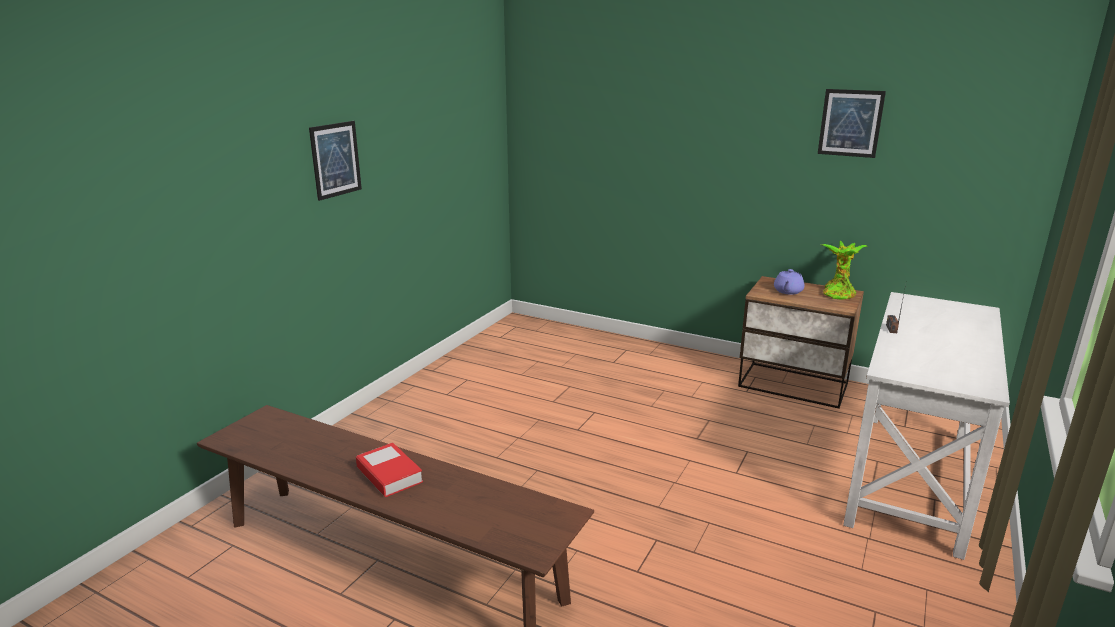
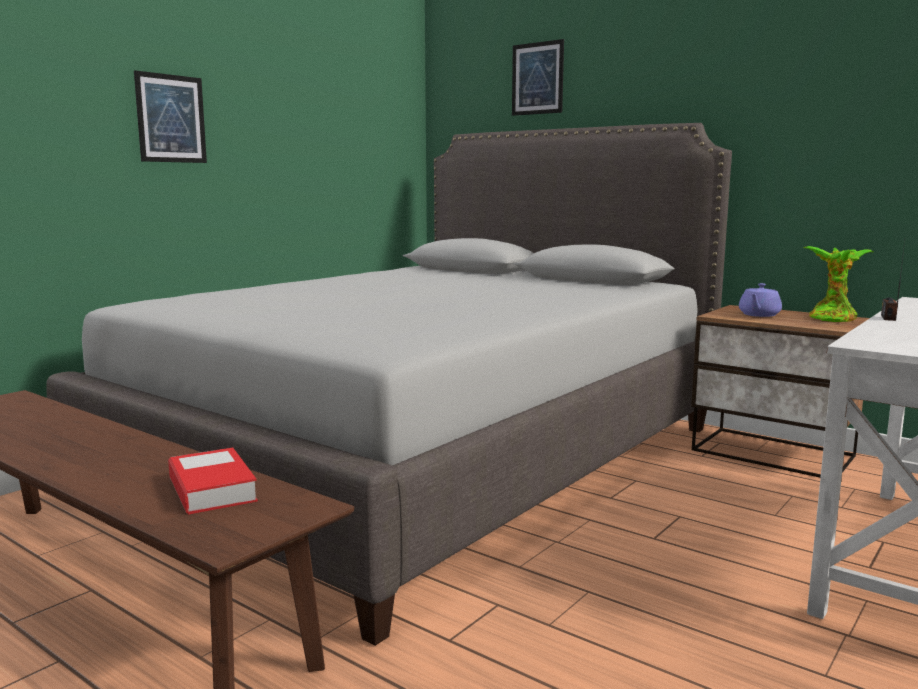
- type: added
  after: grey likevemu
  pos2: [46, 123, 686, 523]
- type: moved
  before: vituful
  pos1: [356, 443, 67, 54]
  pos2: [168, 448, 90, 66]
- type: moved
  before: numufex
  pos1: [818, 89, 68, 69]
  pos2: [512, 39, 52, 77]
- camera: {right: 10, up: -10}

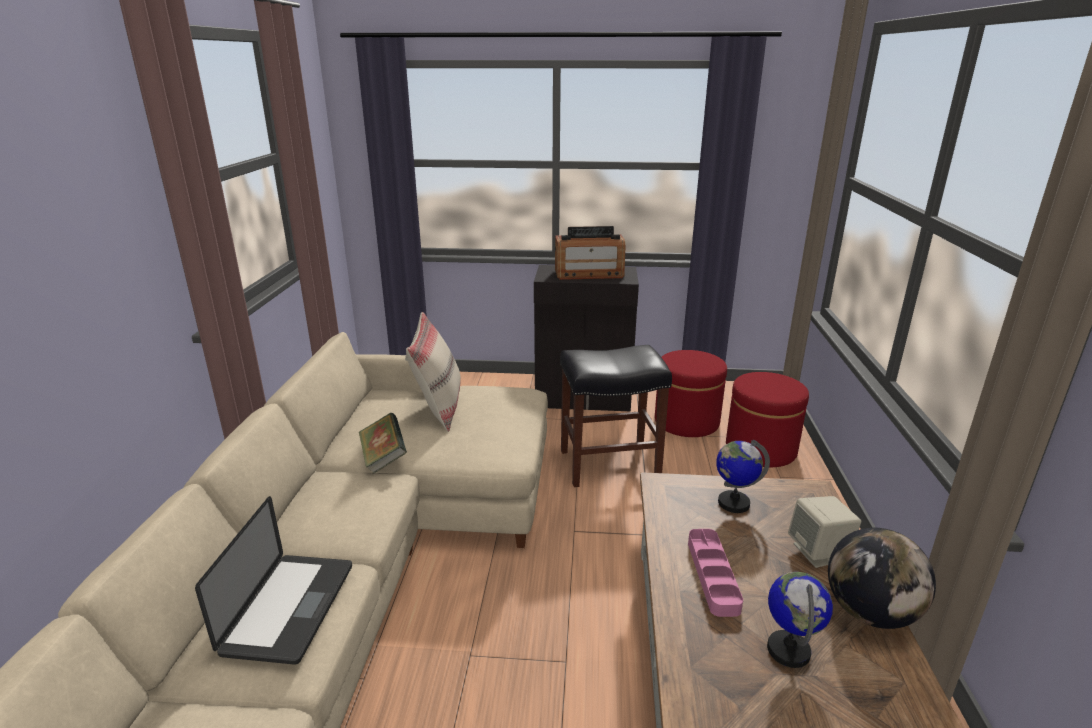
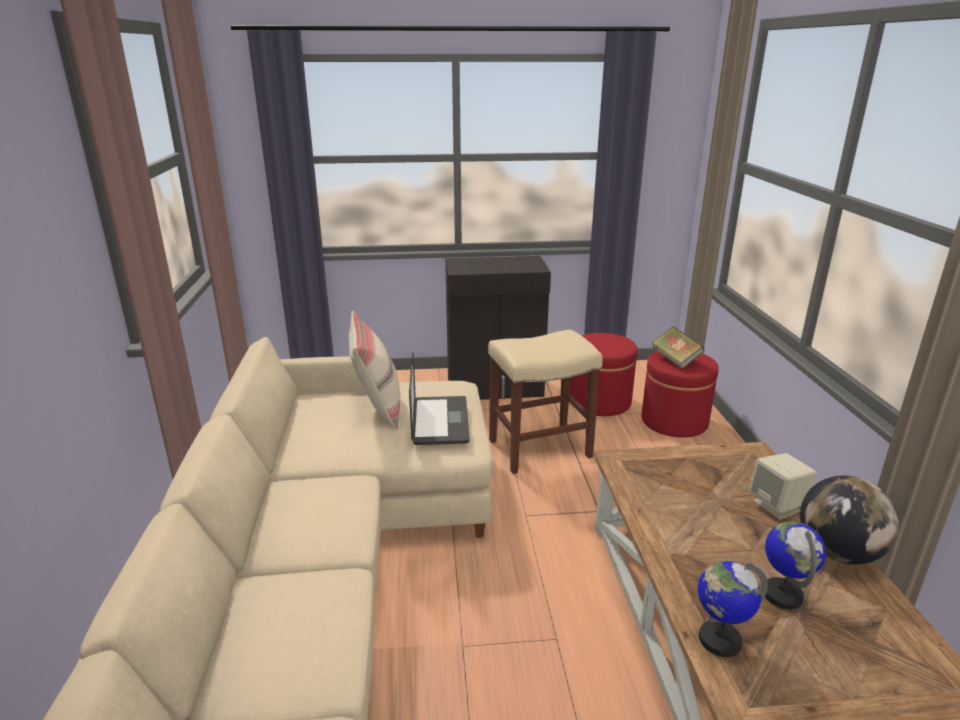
- type: moved
  before: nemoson
  pos1: [195, 496, 157, 169]
  pos2: [409, 352, 61, 93]
- type: recoloured
  before: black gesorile
  after: beige gesorile
  pos1: [560, 345, 112, 142]
  pos2: [488, 329, 115, 145]
- type: moved
  before: vituful
  pos1: [358, 413, 49, 61]
  pos2: [652, 326, 53, 43]
- type: moved
  before: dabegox
  pos1: [716, 440, 54, 73]
  pos2: [698, 561, 70, 96]
- type: removed
  before: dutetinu
  pos1: [555, 226, 71, 54]
- type: removed
  before: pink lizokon
  pos1: [688, 529, 55, 88]
- camera: {right: -10, up: 0}

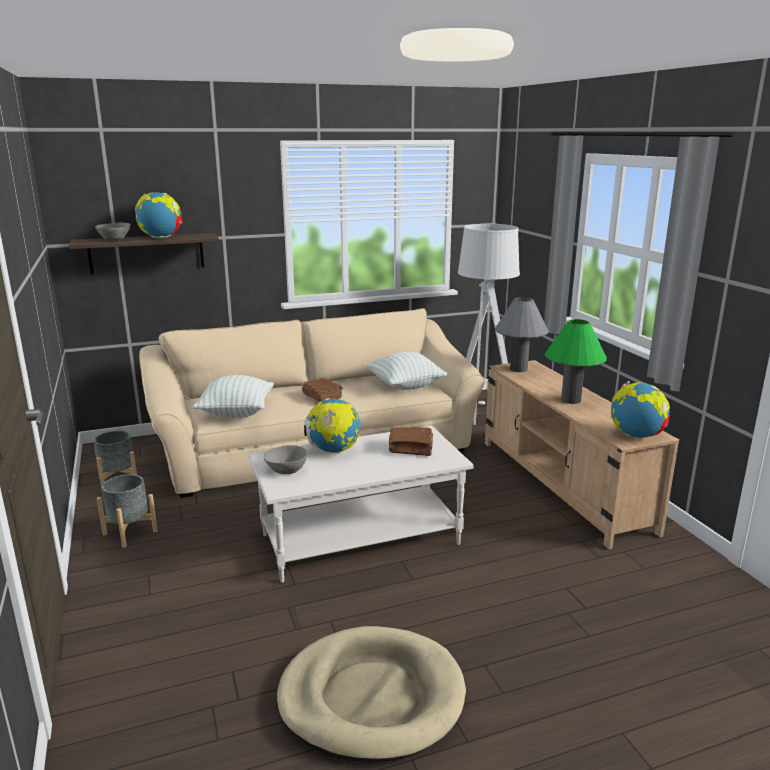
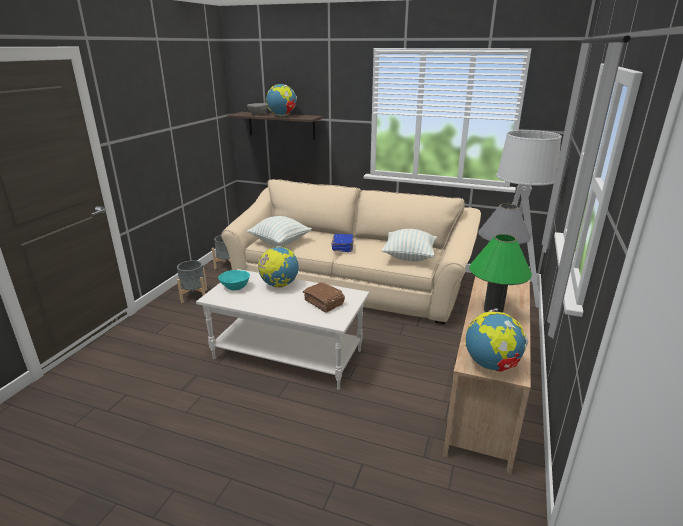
- type: recoloured
  before: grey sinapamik
  after: turquoise sinapamik
  pos1: [264, 445, 44, 29]
  pos2: [218, 270, 32, 21]
- type: recoloured
  before: brown vituful
  after: blue vituful
  pos1: [302, 378, 41, 24]
  pos2: [332, 234, 22, 18]
- type: removed
  before: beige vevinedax
  pos1: [277, 626, 189, 137]
- camera: {right: 40, up: 5}

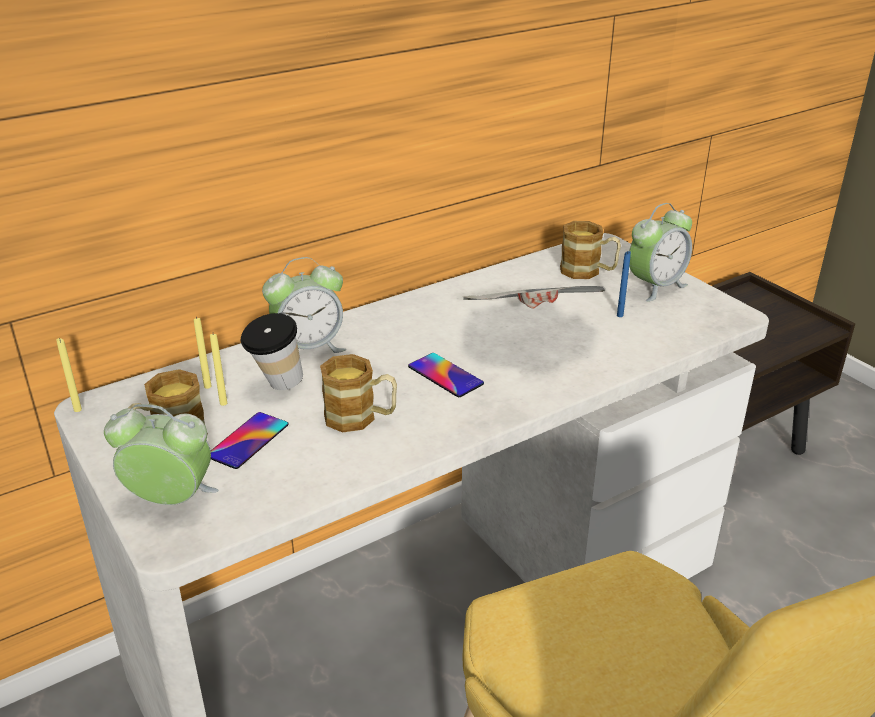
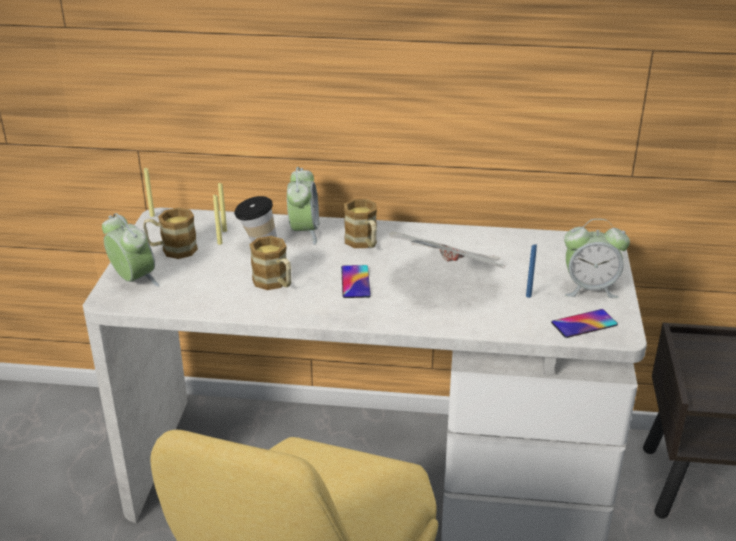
- type: turned
  before: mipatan
  pos1: [262, 257, 84, 96]
  pos2: [287, 167, 33, 78]
  turn: -105
- type: moved
  before: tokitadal
  pos1: [560, 221, 61, 58]
  pos2: [344, 199, 33, 49]
- type: moved
  before: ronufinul
  pos1: [211, 412, 77, 57]
  pos2: [551, 309, 67, 29]
- camera: {right: 40, up: 0}

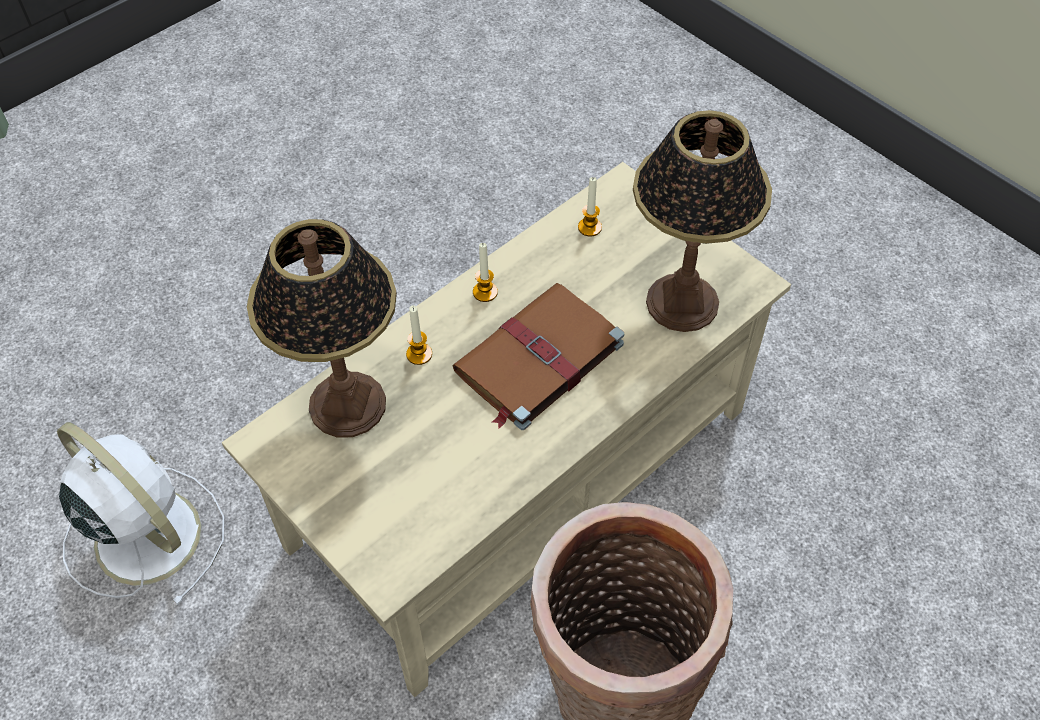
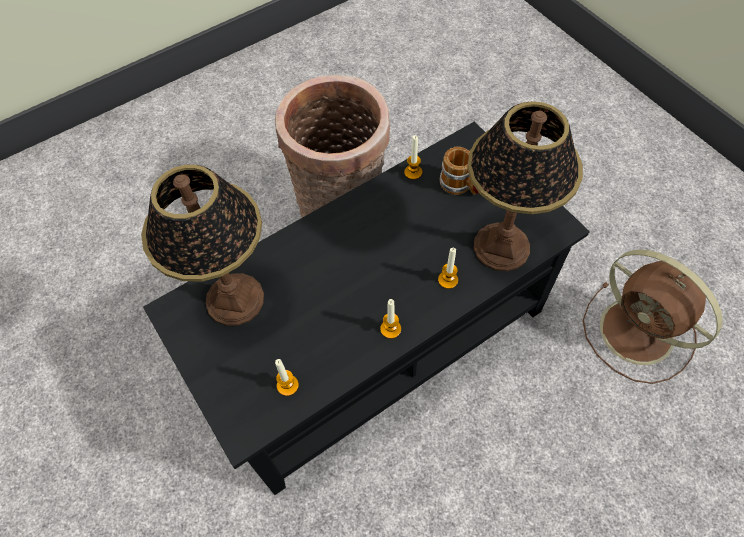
- type: recoloured
  before: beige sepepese
  after: black sepepese
  pos1: [222, 162, 569, 535]
  pos2: [143, 122, 447, 373]
- type: added
  after: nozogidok
  pos2: [404, 135, 18, 45]
- type: added
  after: tokitadal
  pos2: [440, 147, 39, 48]
- type: recoloured
  before: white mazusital
  after: brown mazusital
  pos1: [57, 422, 167, 184]
  pos2: [583, 250, 140, 134]
- type: removed
  before: brown vituful
  pos1: [453, 283, 171, 147]
- camera: {right: -170, up: 5}

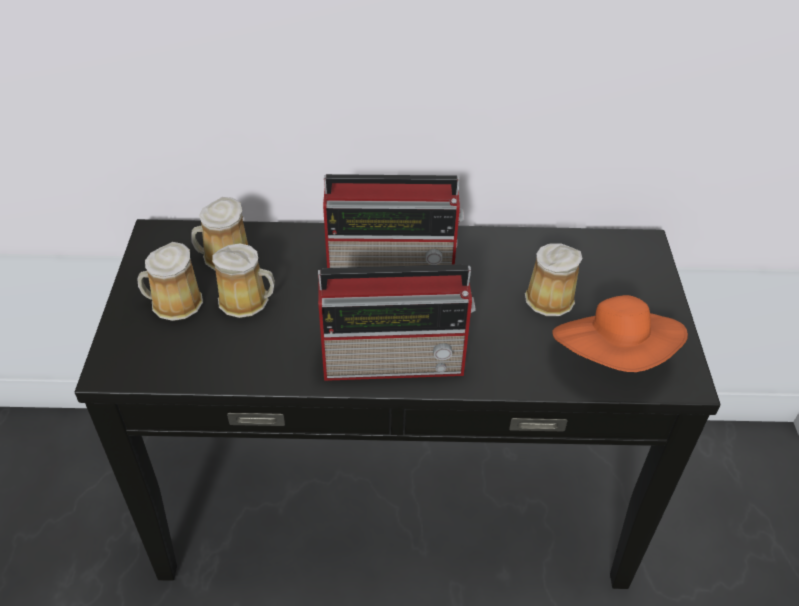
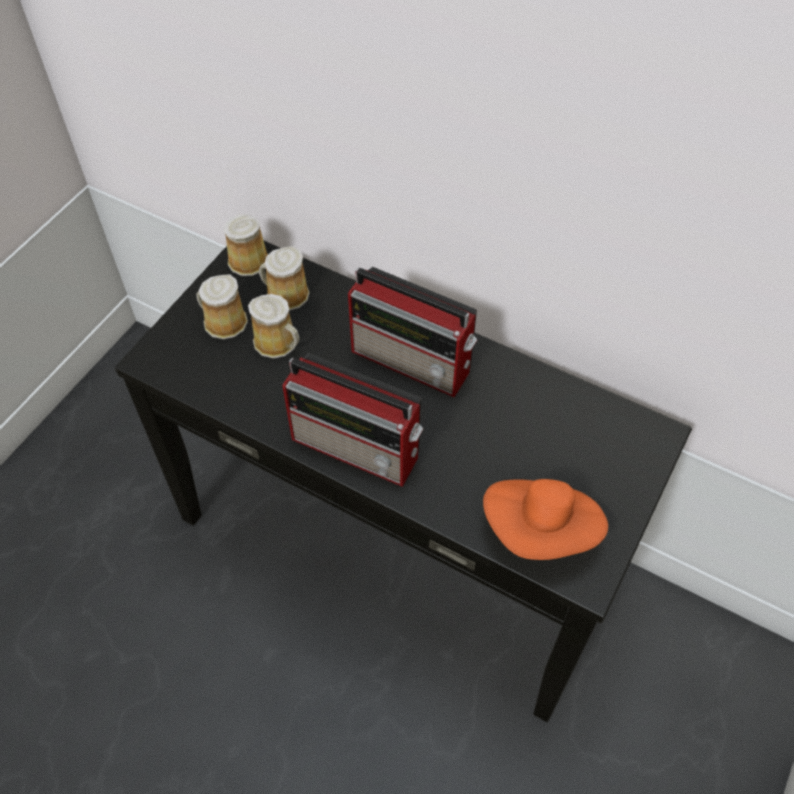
- type: moved
  before: tokitadal
  pos1: [525, 243, 58, 73]
  pos2: [224, 215, 44, 61]
- camera: {right: 30, up: 10}

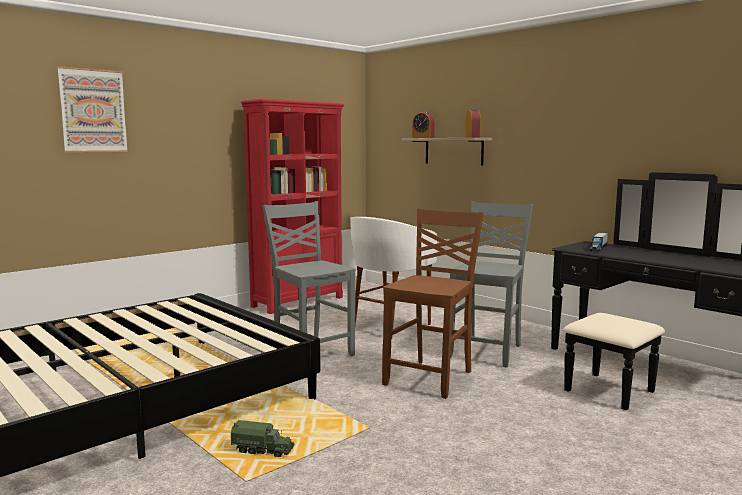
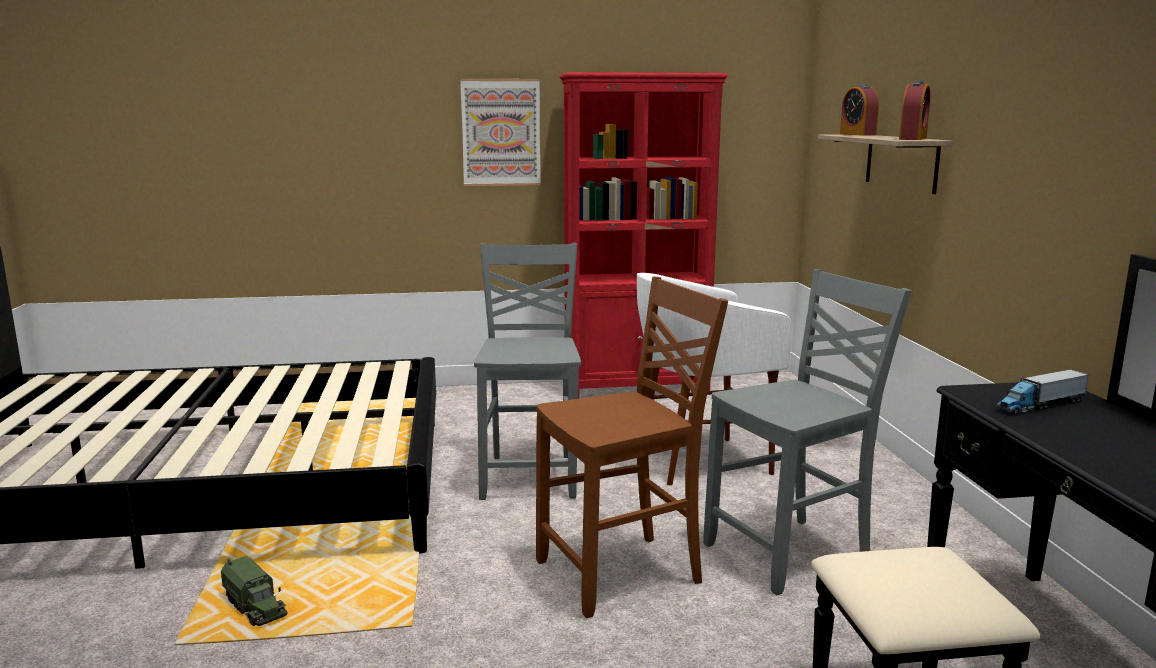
- type: moved
  before: numufex
  pos1: [57, 66, 71, 87]
  pos2: [460, 79, 81, 107]
- camera: {right: 35, up: 5}

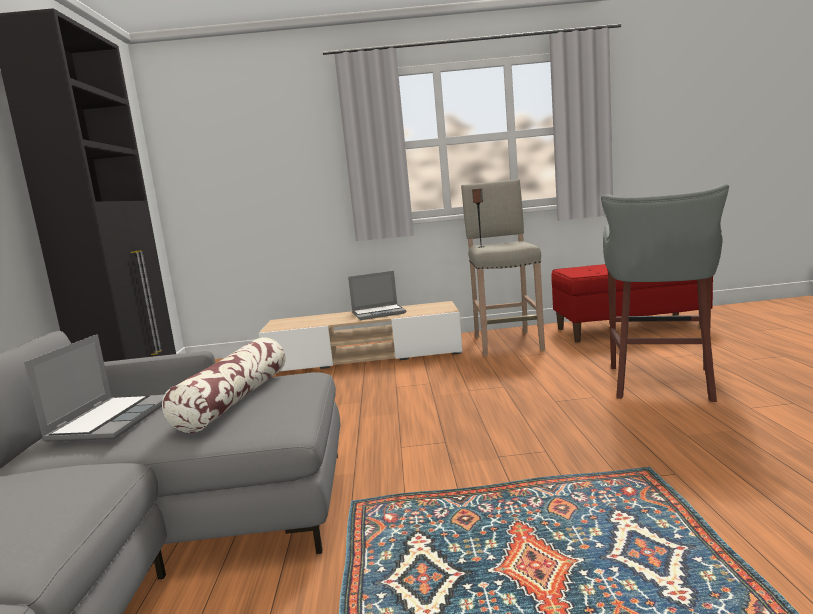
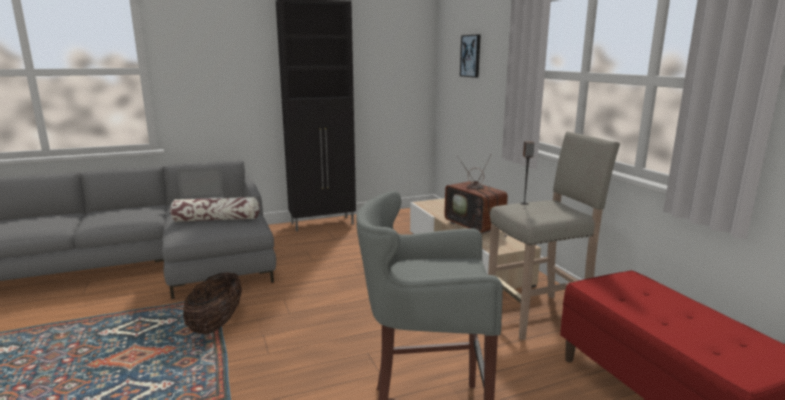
- type: added
  after: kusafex
  pos2: [183, 272, 59, 62]
- type: replaced
  before: nemoson
  after: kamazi
  pos1: [348, 271, 58, 49]
  pos2: [444, 154, 64, 83]
- type: added
  after: numufex
  pos2: [460, 34, 21, 44]
- camera: {right: 70, up: 5}

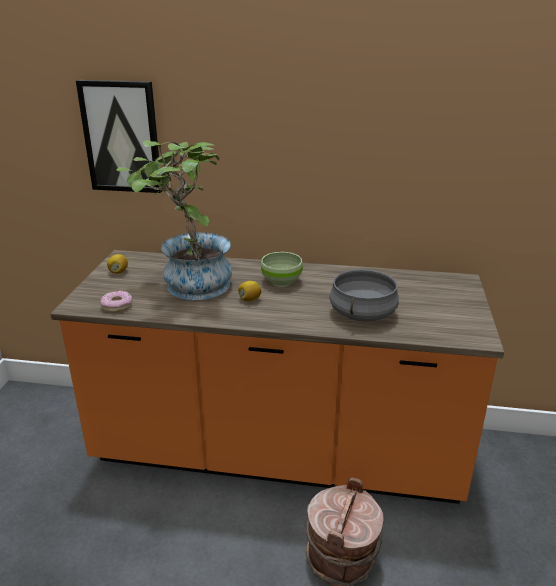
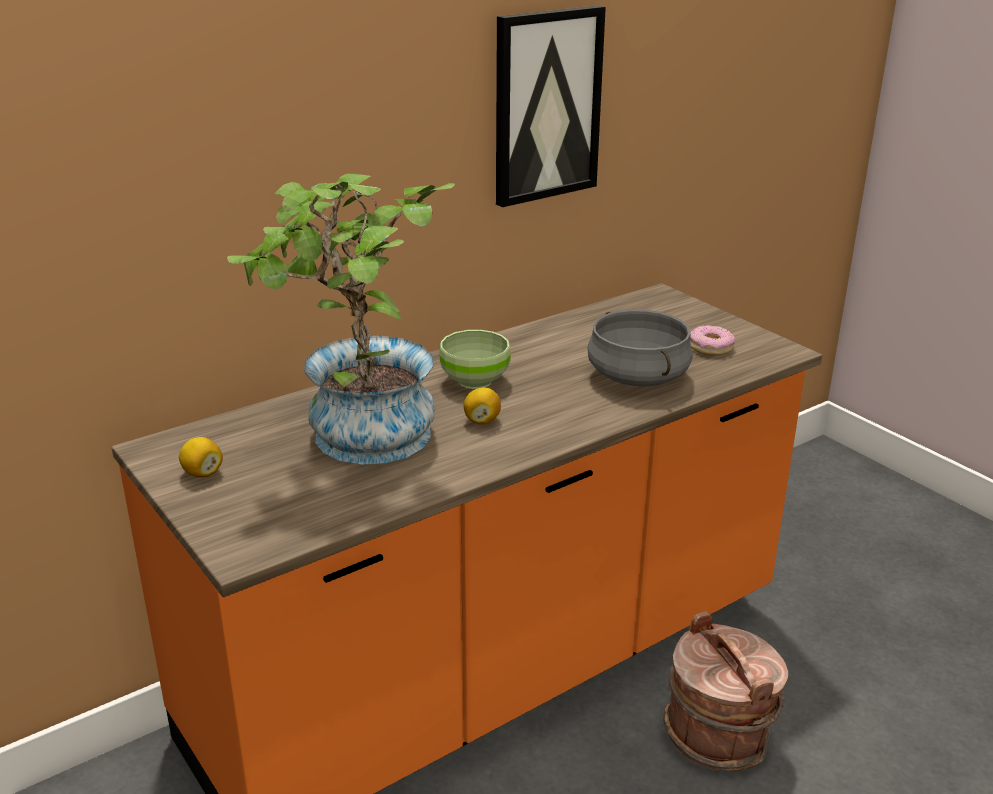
- type: moved
  before: numufex
  pos1: [76, 80, 86, 113]
  pos2: [496, 5, 110, 202]
- type: moved
  before: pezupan
  pos1: [100, 291, 32, 21]
  pos2: [690, 325, 45, 30]
- camera: {right: -45, up: 0}

